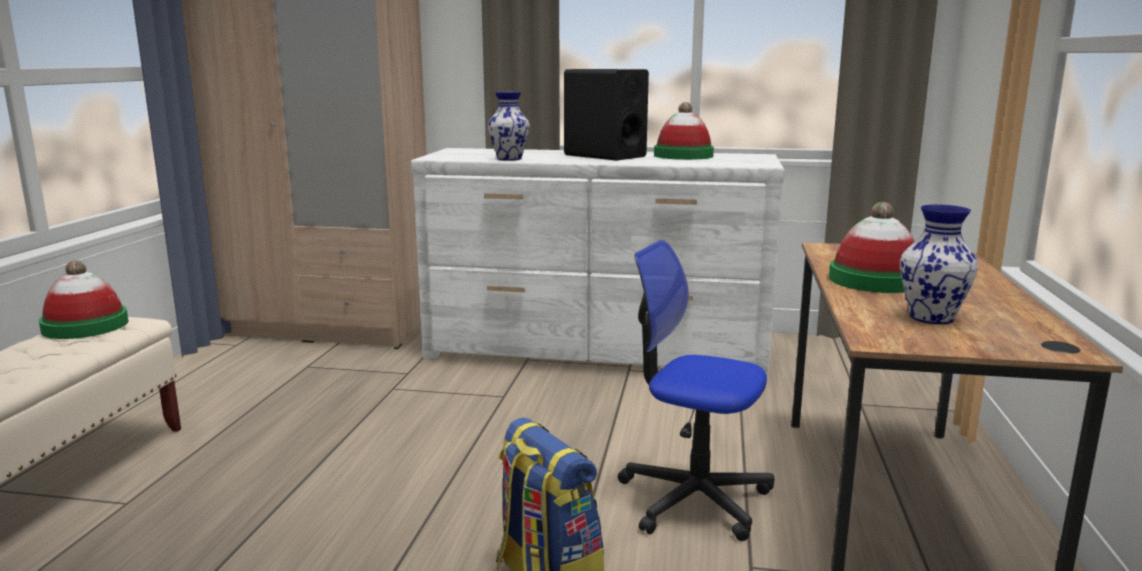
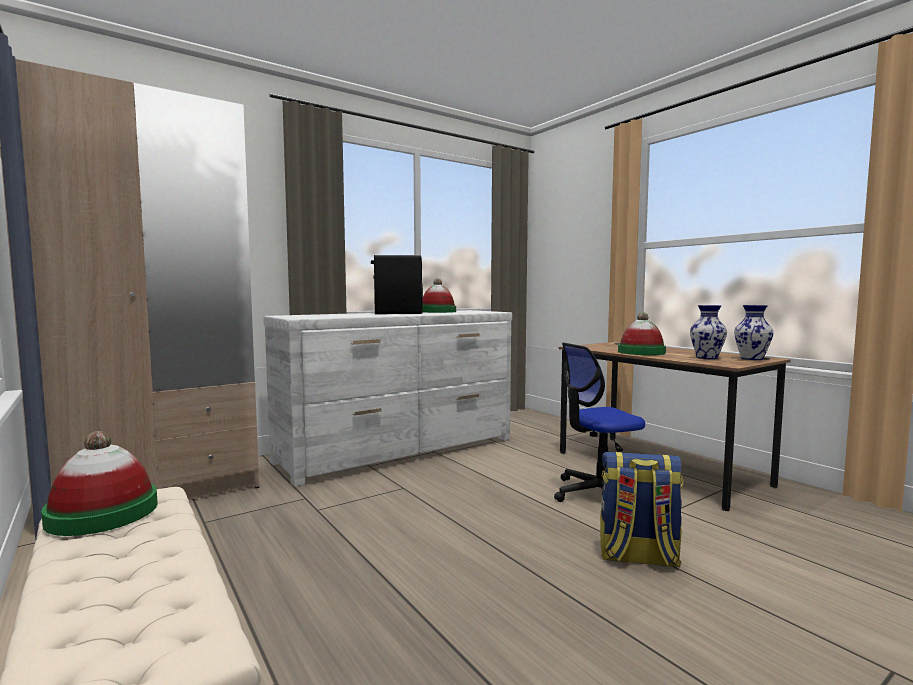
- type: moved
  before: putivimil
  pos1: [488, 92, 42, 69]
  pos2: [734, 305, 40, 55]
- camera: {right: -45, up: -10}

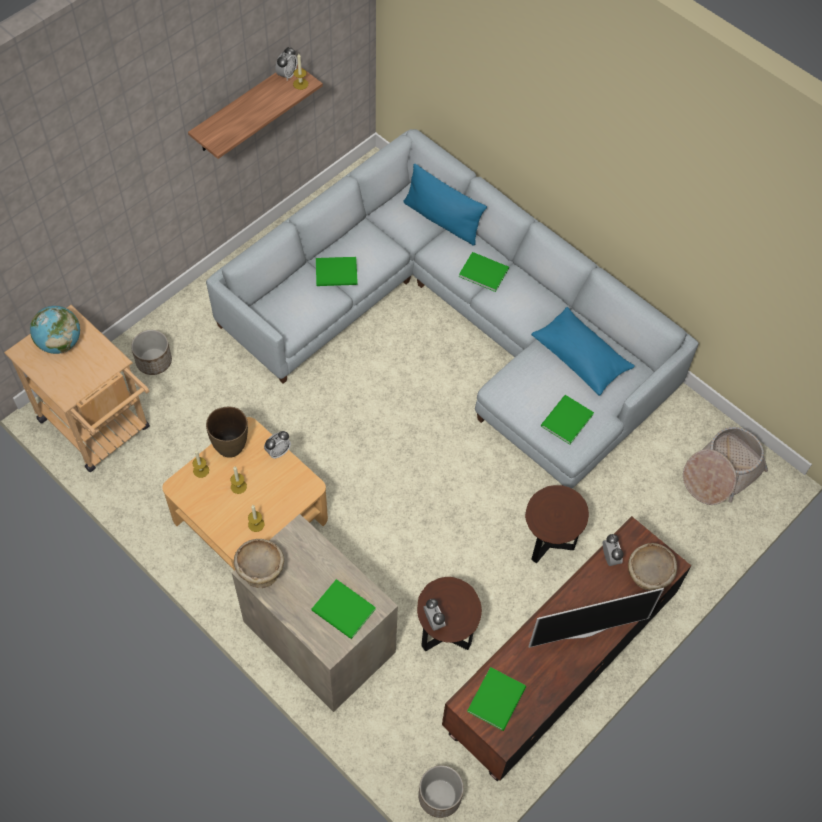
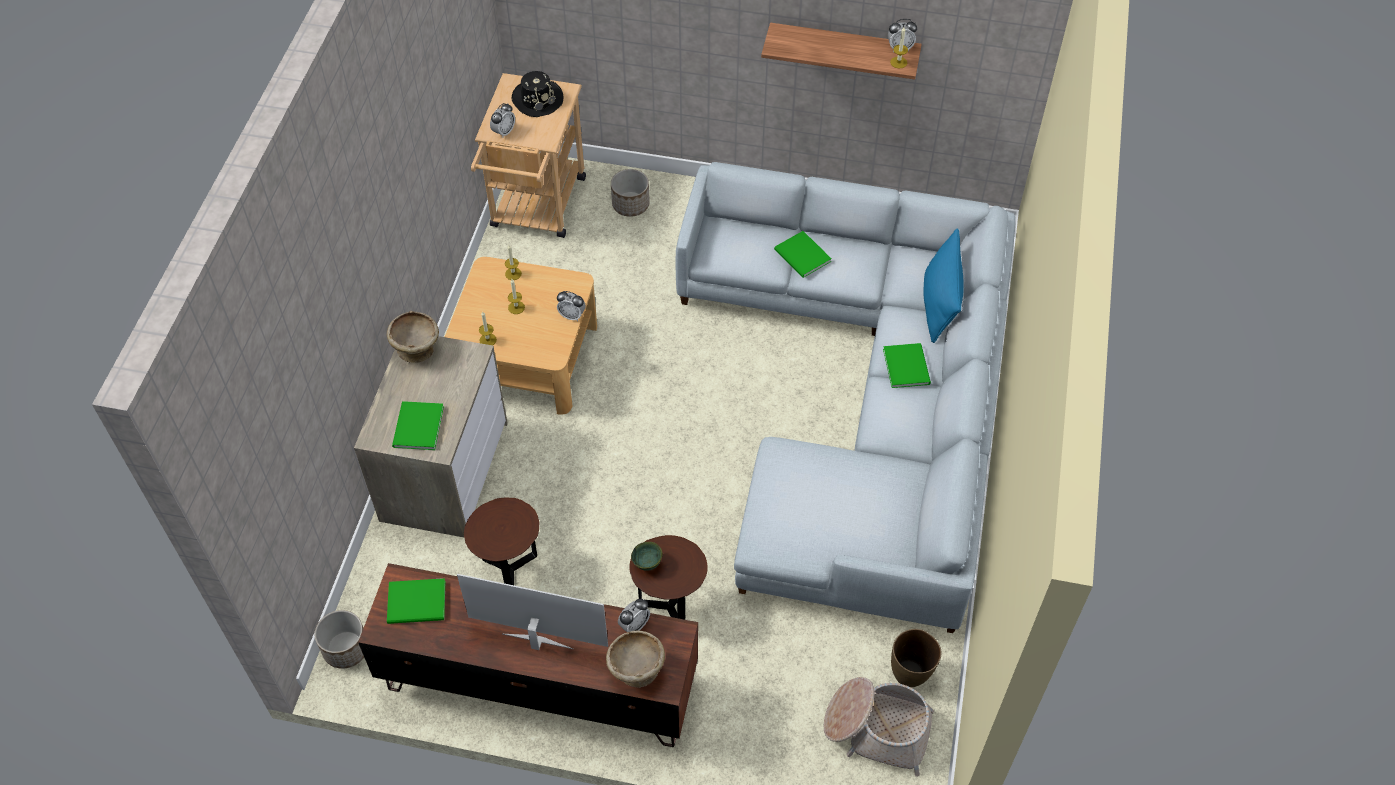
- type: turned
  before: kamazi
  pos1: [529, 588, 135, 60]
  pos2: [457, 574, 151, 76]
  turn: 150
- type: moved
  before: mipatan
  pos1: [423, 599, 23, 32]
  pos2: [490, 103, 25, 35]
- type: replaced
  before: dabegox
  after: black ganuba
  pos1: [30, 306, 50, 48]
  pos2: [512, 71, 51, 46]
- type: added
  after: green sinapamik
  pos2: [631, 542, 32, 29]
- type: moved
  before: brown putivimil
  pos1: [206, 406, 42, 52]
  pos2: [891, 629, 50, 58]
- type: removed
  before: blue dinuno
  pos1: [531, 307, 104, 89]
- type: removed
  before: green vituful
  pos1: [541, 395, 53, 50]
- camera: {right: 60, up: -5}

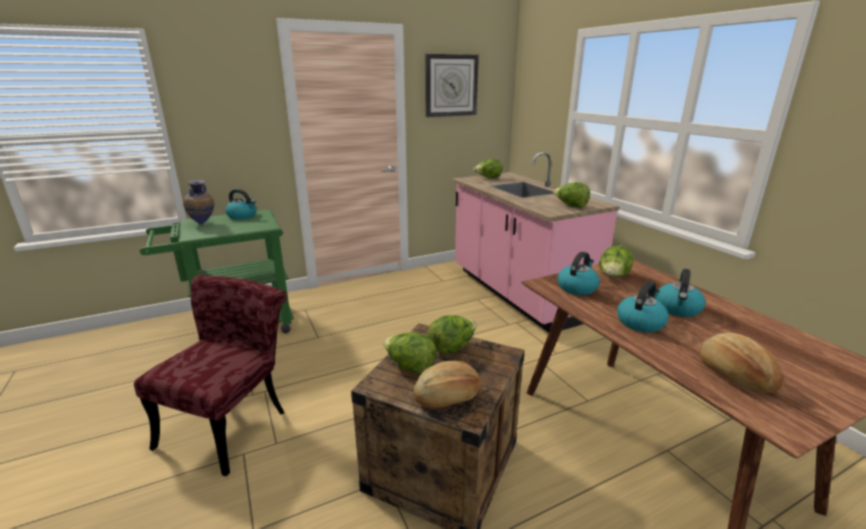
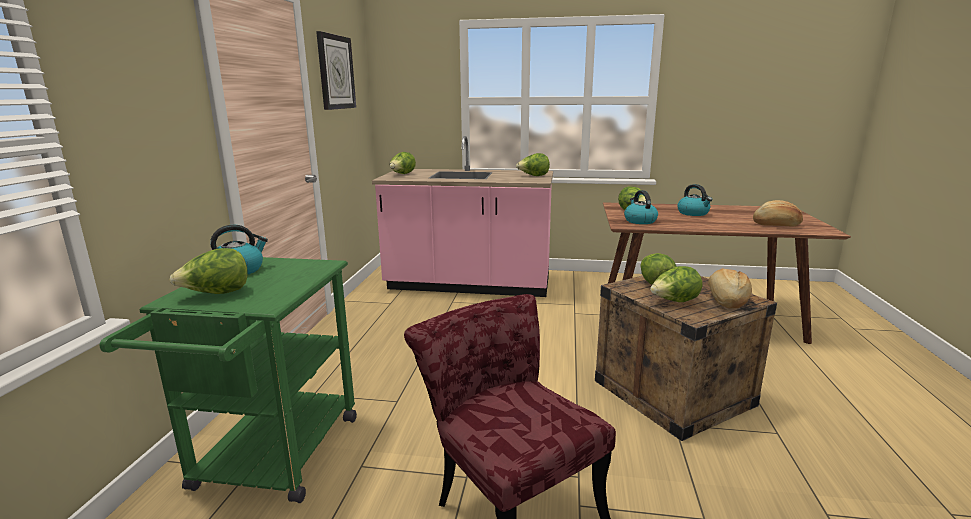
- type: replaced
  before: putivimil
  after: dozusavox
  pos1: [183, 180, 31, 44]
  pos2: [170, 248, 78, 46]
- type: removed
  before: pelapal
  pos1: [617, 281, 52, 51]
- camera: {right: -55, up: -5}

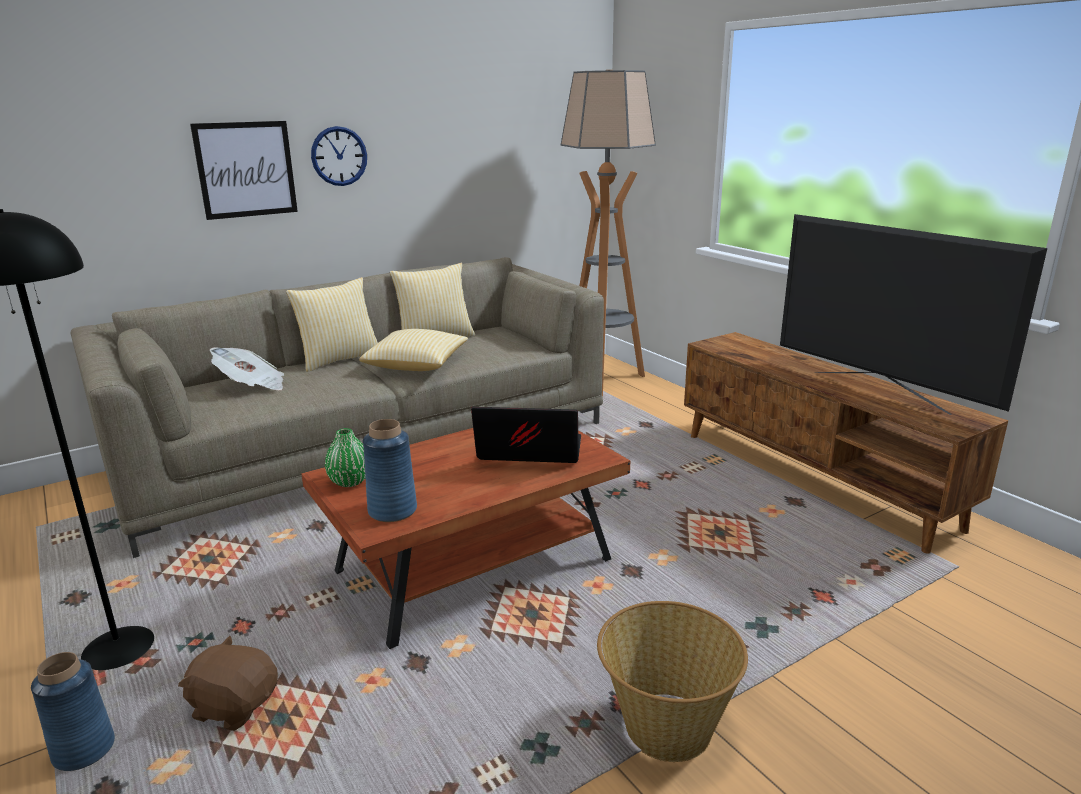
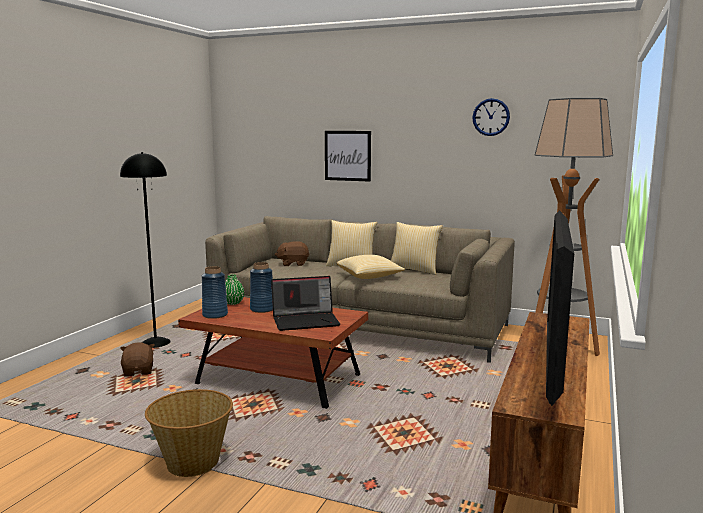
- type: moved
  before: blue putivimil
  pos1: [31, 652, 84, 119]
  pos2: [250, 262, 23, 51]
- type: turned
  before: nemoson
  pos1: [471, 407, 110, 56]
  pos2: [271, 276, 69, 55]
  turn: 105
- type: replaced
  before: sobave
  after: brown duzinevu
  pos1: [210, 347, 74, 43]
  pos2: [275, 241, 35, 25]
- type: moved
  before: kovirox
  pos1: [311, 126, 56, 60]
  pos2: [472, 98, 38, 38]
- camera: {right: 55, up: -10}

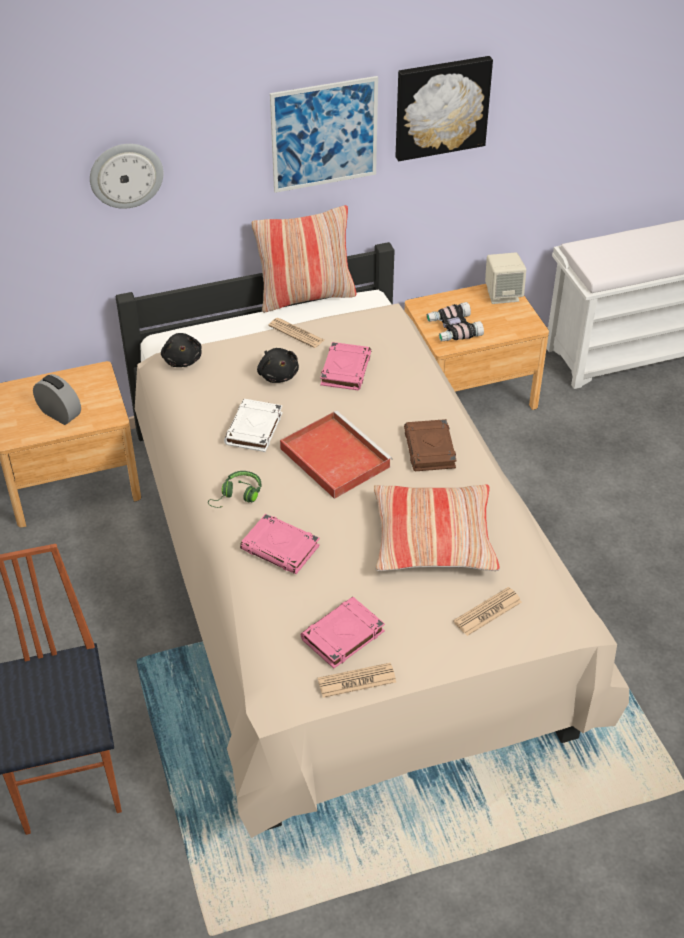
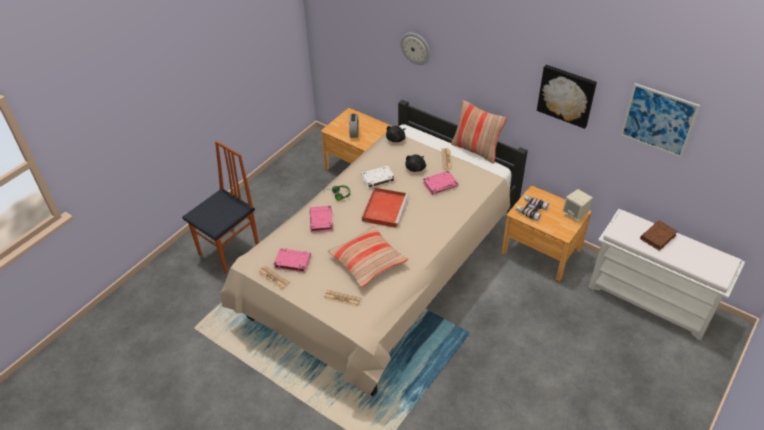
- type: moved
  before: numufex
  pos1: [270, 76, 108, 117]
  pos2: [620, 83, 80, 75]
- type: moved
  before: brown vituful
  pos1: [404, 419, 53, 52]
  pos2: [640, 220, 38, 31]
- camera: {right: 55, up: 0}

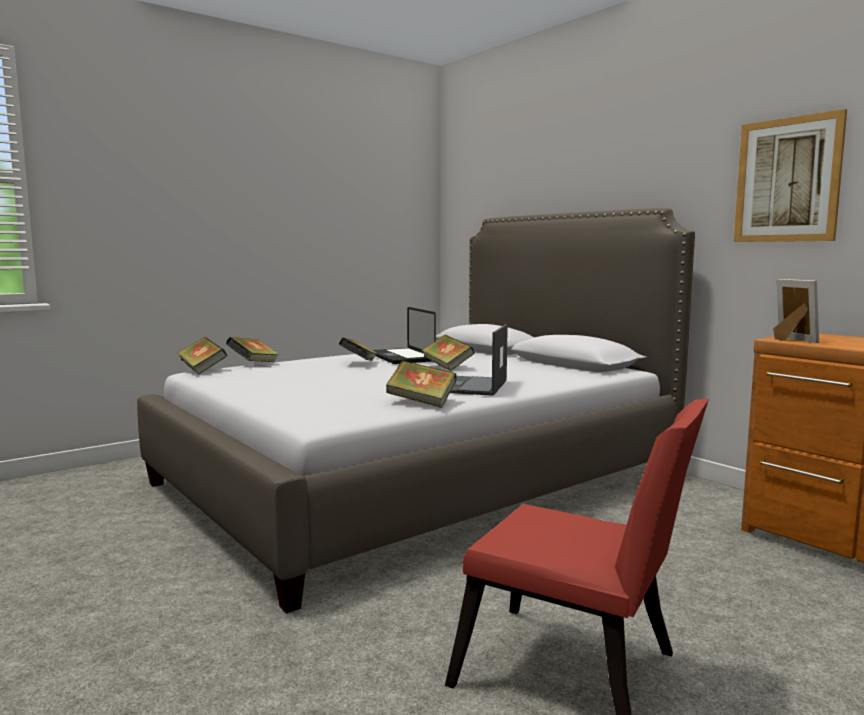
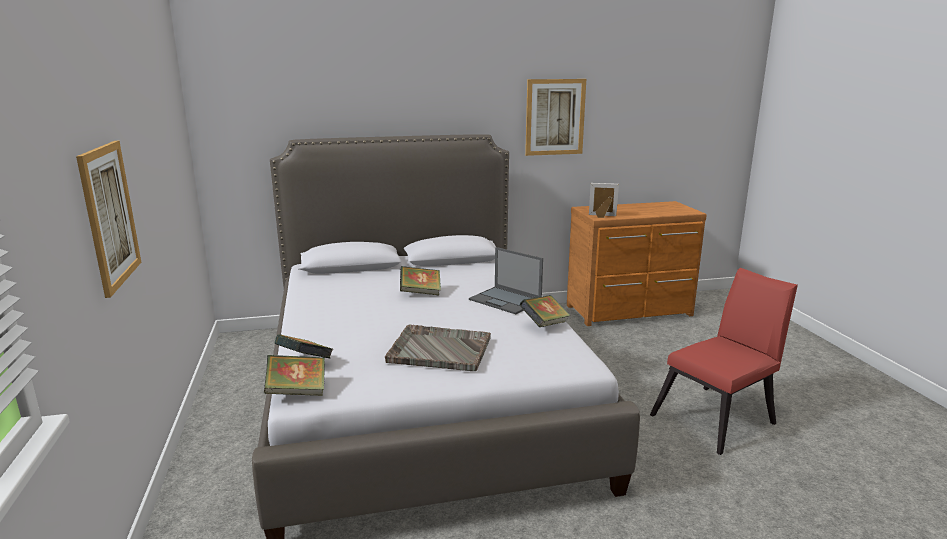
- type: added
  after: numufex
  pos2: [76, 141, 65, 157]
- type: added
  after: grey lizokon
  pos2: [385, 324, 106, 47]
- type: removed
  before: vituful
  pos1: [339, 338, 38, 23]
- type: removed
  before: nemoson
  pos1: [373, 307, 63, 57]
- camera: {right: -65, up: 10}

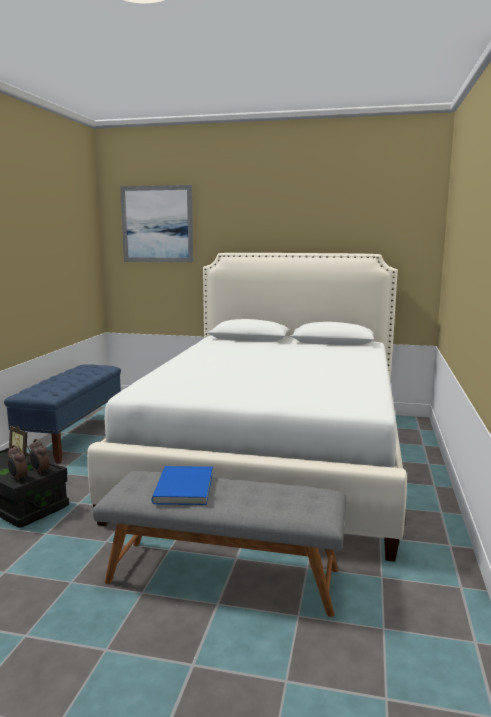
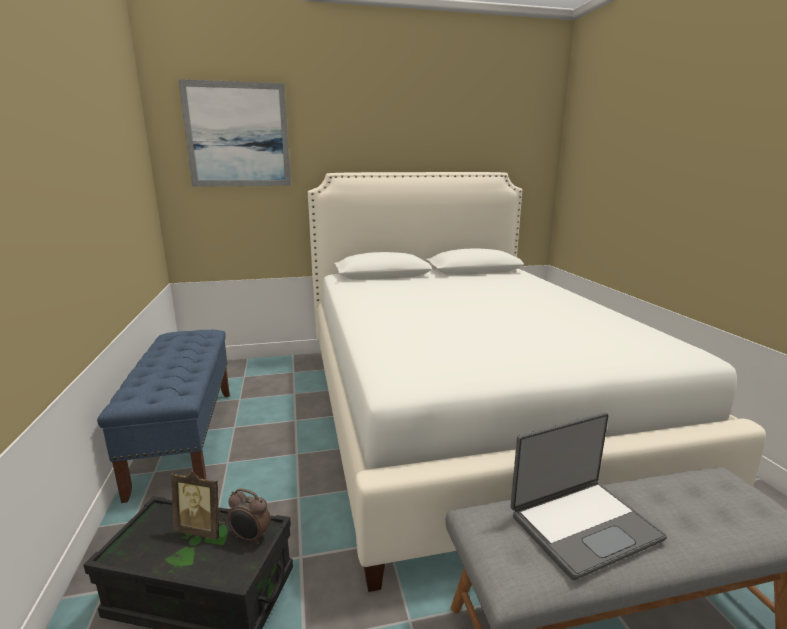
- type: replaced
  before: blue vituful
  after: nemoson
  pos1: [152, 466, 61, 39]
  pos2: [511, 412, 156, 168]
- type: removed
  before: mipatan
  pos1: [7, 445, 21, 37]
- camera: {right: -25, up: 5}

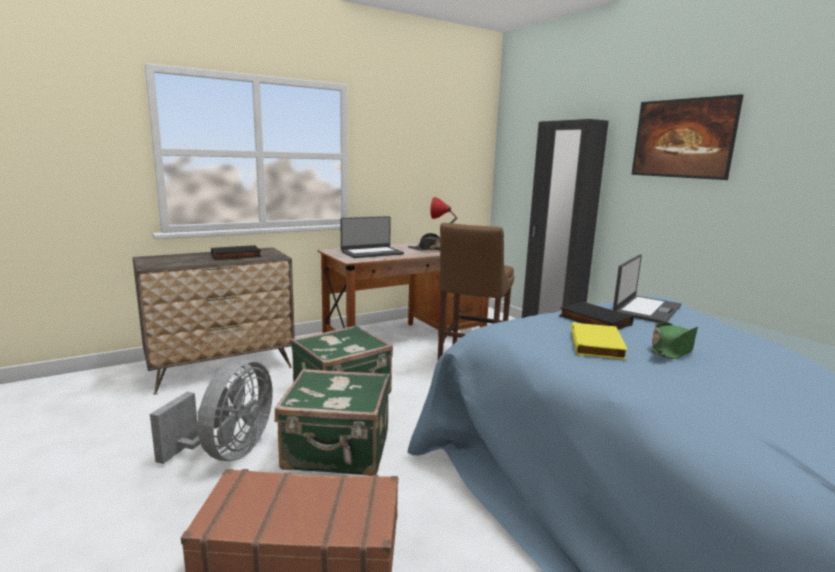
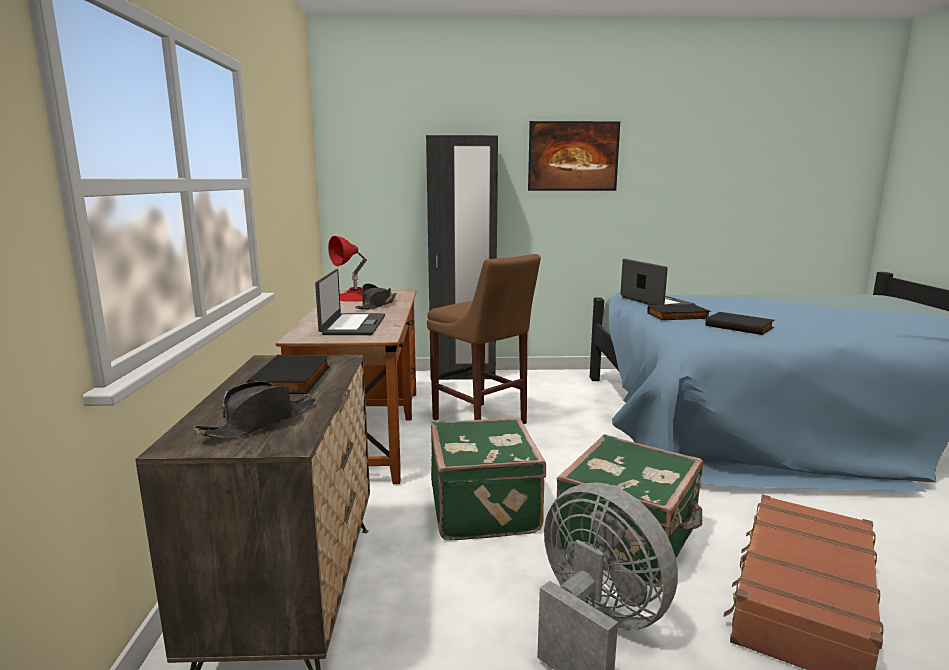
- type: added
  after: black ganuba
  pos2: [194, 381, 122, 57]
- type: recoloured
  before: yellow vituful
  after: black vituful
  pos1: [571, 322, 57, 38]
  pos2: [706, 312, 69, 23]
- type: removed
  before: green ganuba
  pos1: [651, 322, 47, 37]
- camera: {right: -60, up: 0}

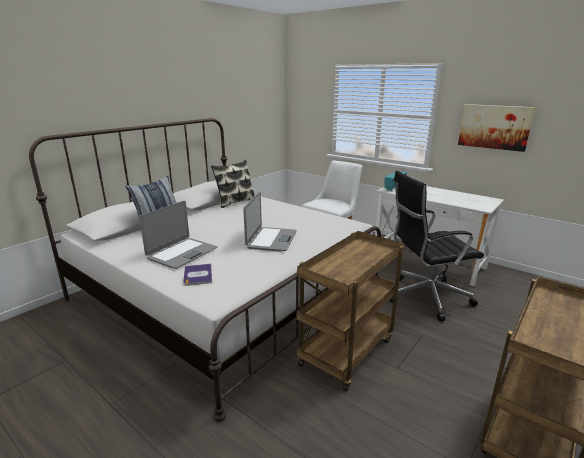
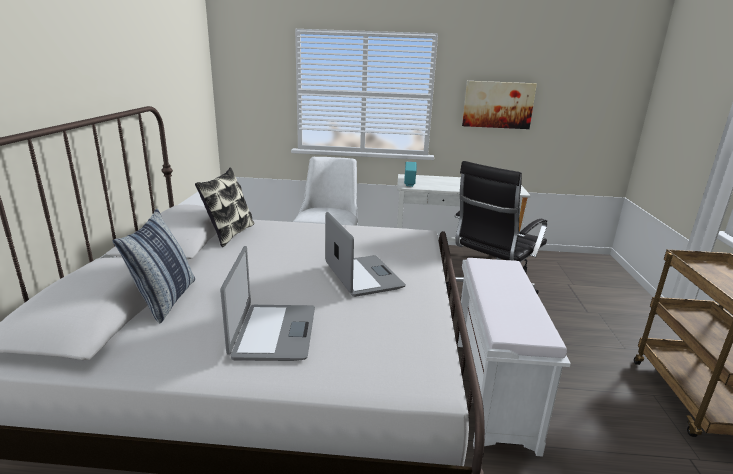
- type: replaced
  before: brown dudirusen
  after: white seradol
  pos1: [297, 231, 107, 161]
  pos2: [458, 258, 113, 199]
- type: removed
  before: vituful
  pos1: [184, 264, 28, 22]
- camera: {right: -35, up: 0}

